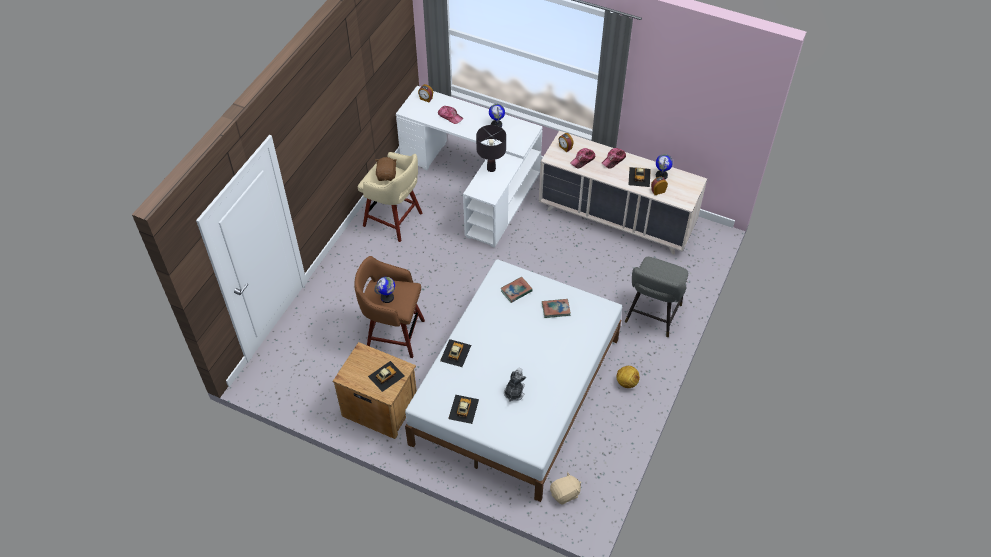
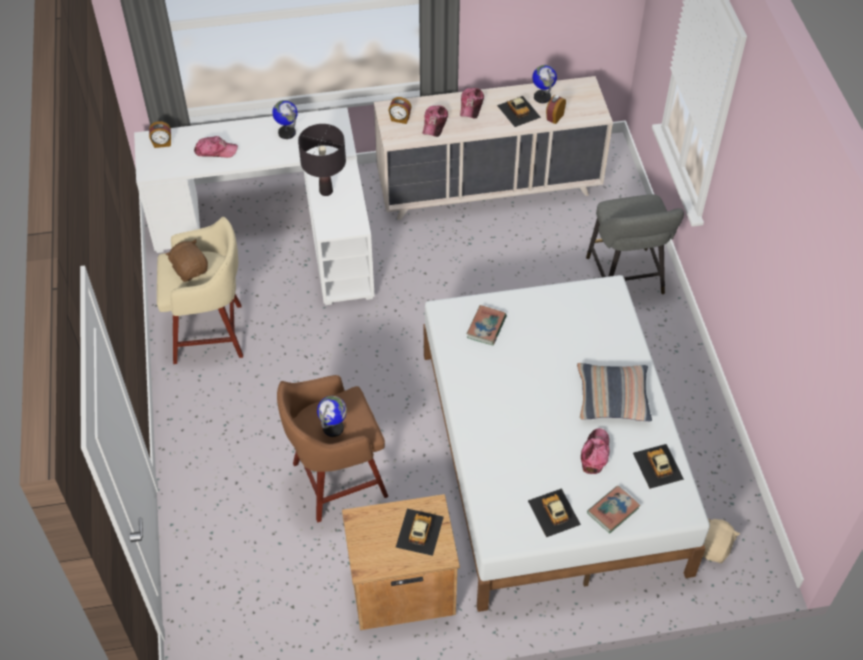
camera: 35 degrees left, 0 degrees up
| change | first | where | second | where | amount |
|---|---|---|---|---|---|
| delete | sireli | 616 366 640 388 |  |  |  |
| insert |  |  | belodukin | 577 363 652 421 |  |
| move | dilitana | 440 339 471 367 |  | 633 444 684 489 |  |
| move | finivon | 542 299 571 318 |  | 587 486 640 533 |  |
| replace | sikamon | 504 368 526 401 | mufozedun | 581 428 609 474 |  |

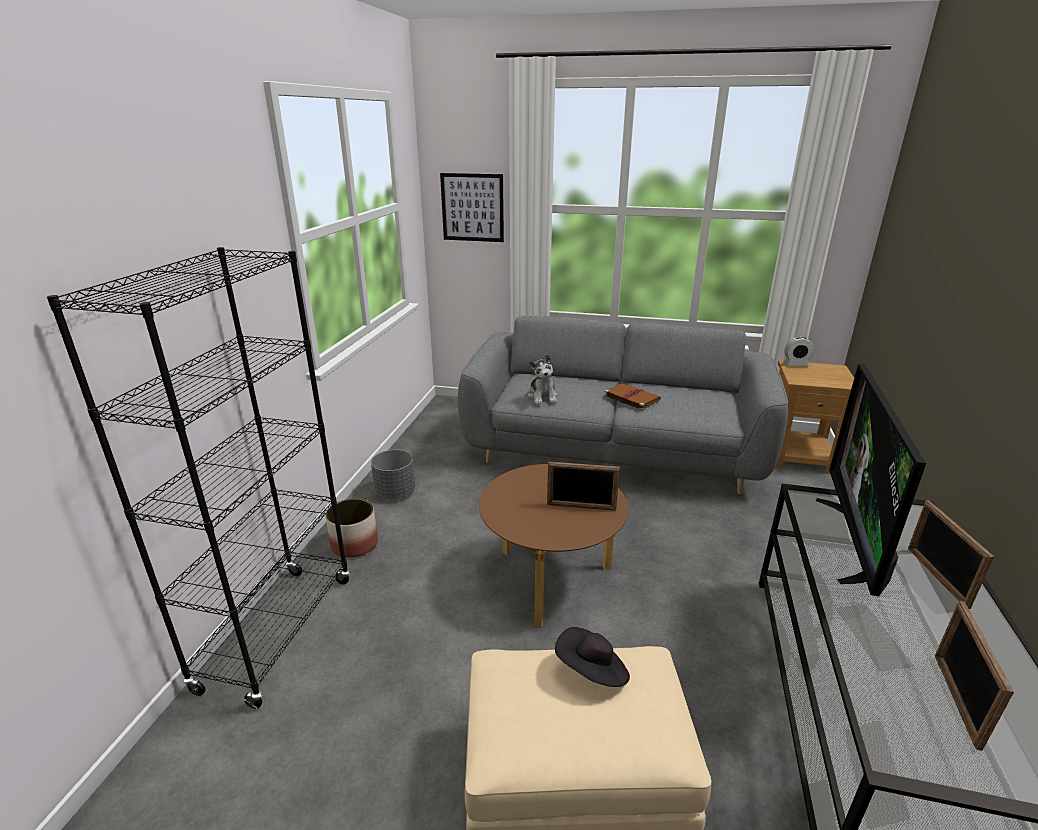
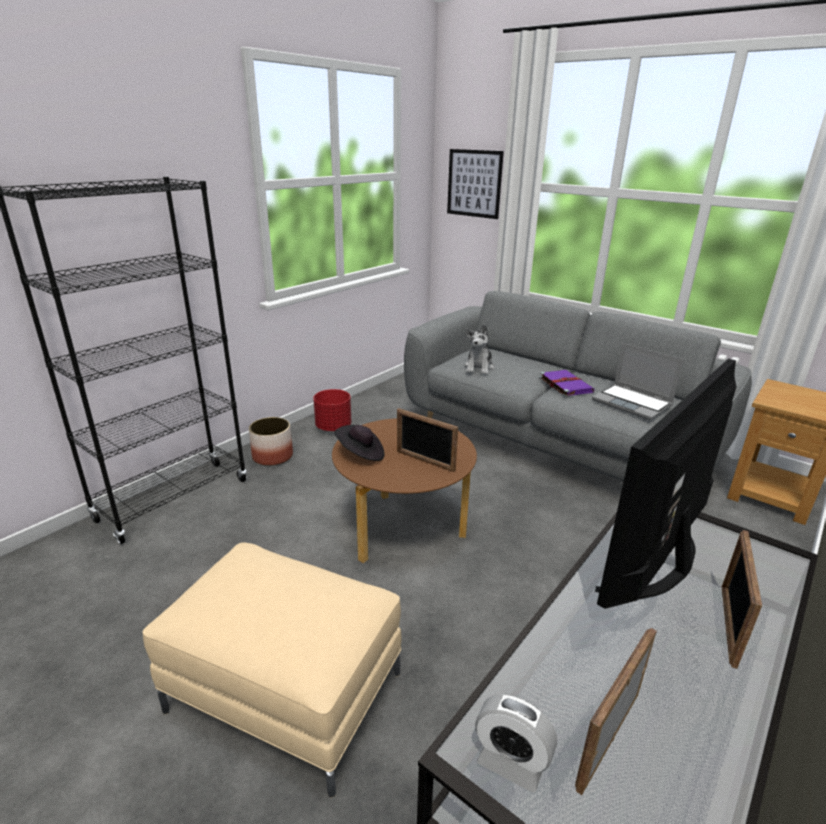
camera: 25 degrees right, 0 degrees up
| change | first | where | second | where | amount |
|---|---|---|---|---|---|
| insert |  |  | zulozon | 592 343 684 420 |  |
| move | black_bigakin | 555 627 630 687 |  | 334 425 384 461 |  |
| move | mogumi | 784 337 814 366 |  | 475 694 557 793 |  |
| recolor | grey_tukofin | 371 450 415 499 | red_tukofin | 313 389 351 431 |  |
| recolor | brown_finivon | 604 383 661 410 | purple_finivon | 539 370 594 397 |  |

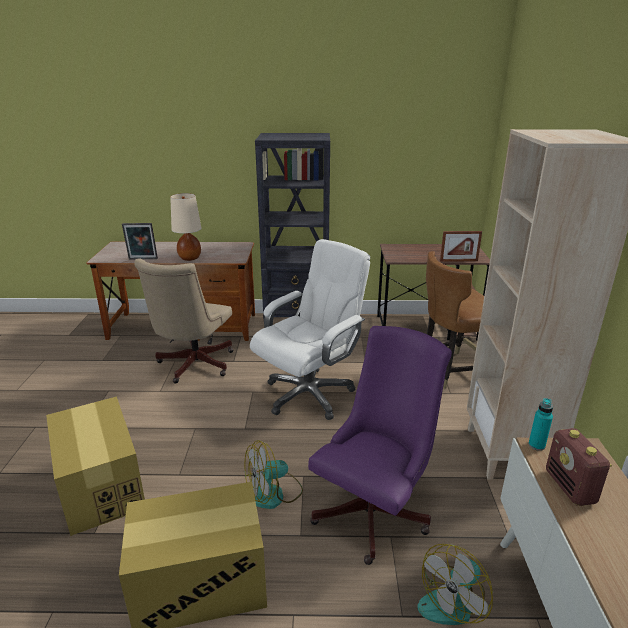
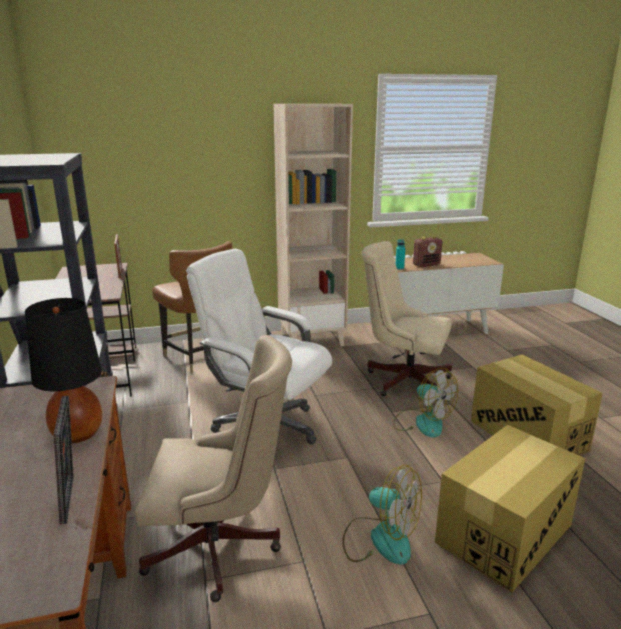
camera: 105 degrees left, 5 degrees down
| change | first | where | second | where | amount |
|---|---|---|---|---|---|
| move | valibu | 417 544 493 625 |  | 342 465 422 565 |  |
| recolor | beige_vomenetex | 170 193 201 261 | black_vomenetex | 25 298 102 443 |  |
| recolor | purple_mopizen | 308 326 452 565 | beige_mopizen | 362 241 452 401 |  |

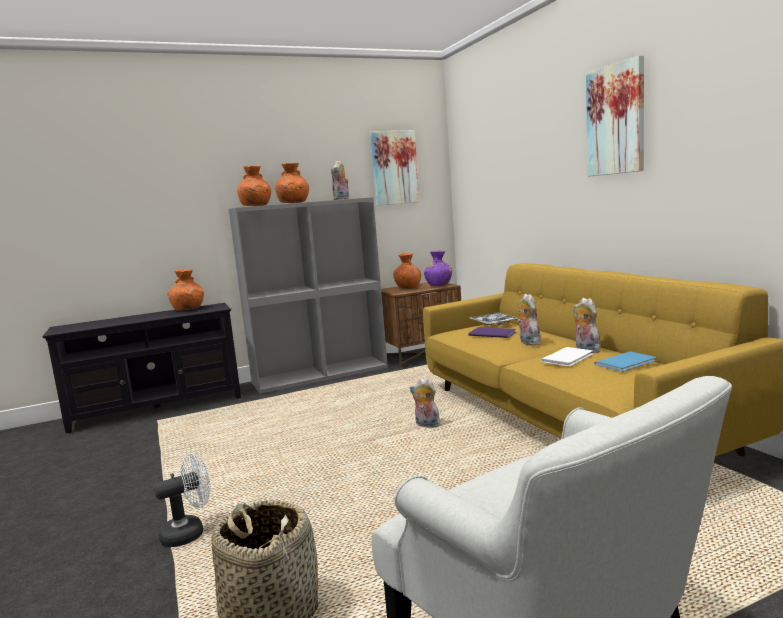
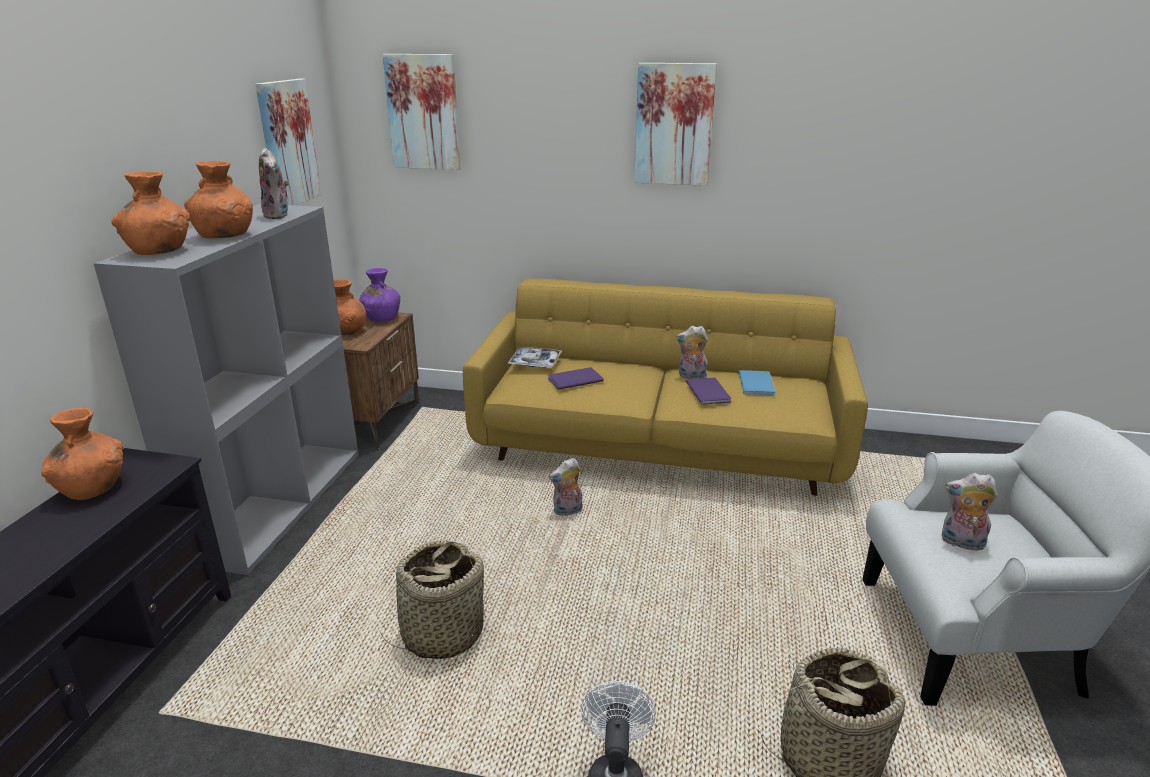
camera: 55 degrees left, 15 degrees up
| change | first | where | second | where | amount |
|---|---|---|---|---|---|
| insert |  |  | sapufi | 378 540 488 659 |  |
| insert |  |  | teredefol | 382 54 461 170 |  |
| move | sikamon | 517 294 541 346 |  | 942 473 997 551 |  |
| recolor | white_finivon | 541 347 593 366 | purple_finivon | 686 378 732 405 |  |

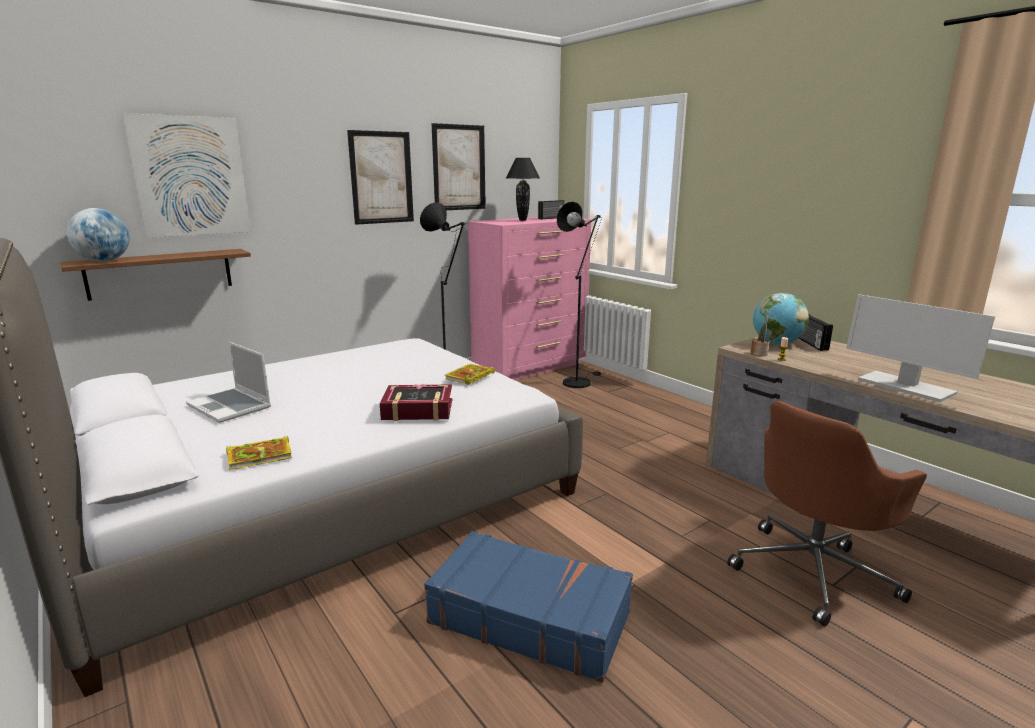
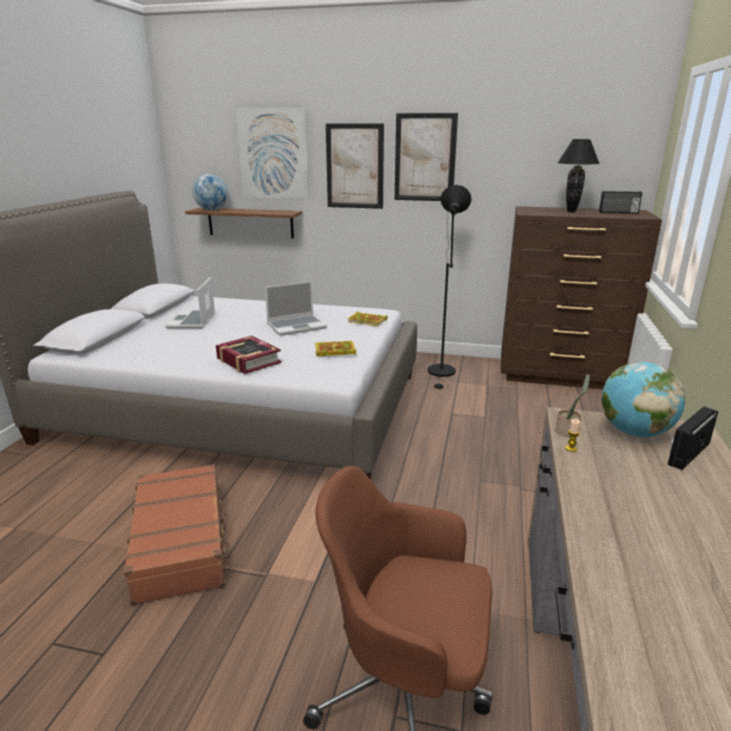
camera: 50 degrees right, 5 degrees up
| change | first | where | second | where | amount |
|---|---|---|---|---|---|
| delete | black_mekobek | 557 202 602 388 |  |  |  |
| delete | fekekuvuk | 846 294 995 402 |  |  |  |
| insert |  |  | zulozon | 265 281 327 336 |  |
| move | finivon | 226 436 292 470 |  | 348 312 388 326 |  |
| move | teredefol | 431 123 486 210 |  | 326 123 384 209 |  |
| recolor | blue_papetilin | 424 531 633 683 | brown_papetilin | 124 464 231 606 |  |
| recolor | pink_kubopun | 468 217 591 380 | brown_kubopun | 501 206 662 389 |  |

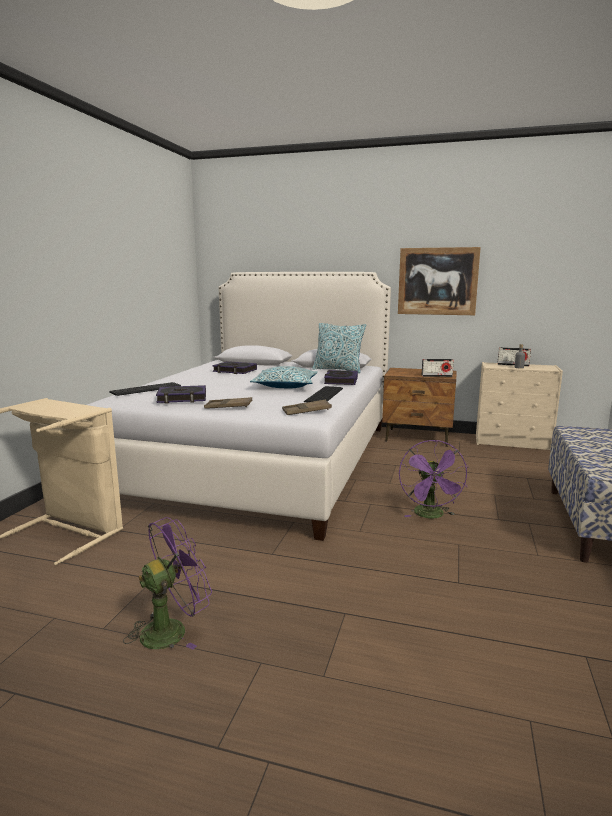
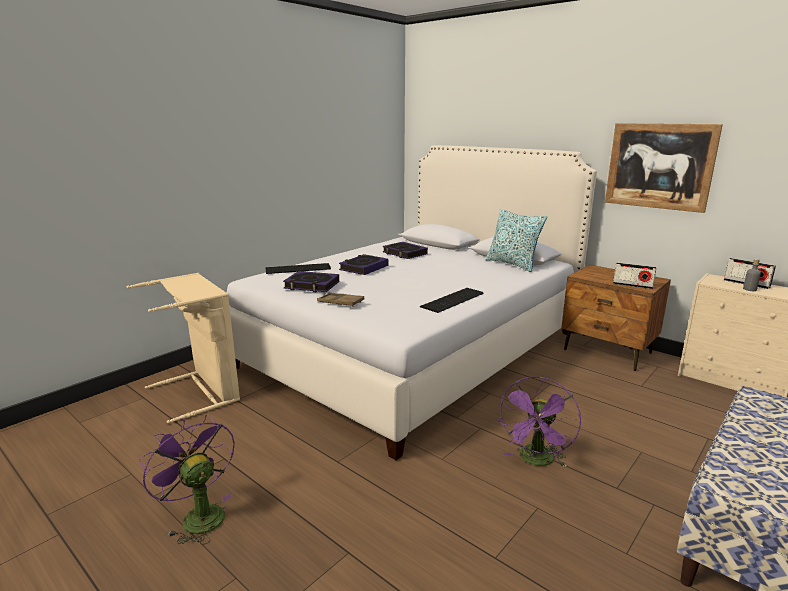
camera: 25 degrees right, 5 degrees up
| change | first | where | second | where | amount |
|---|---|---|---|---|---|
| delete | belodukin | 250 366 318 388 |  |  |  |
| delete | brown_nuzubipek | 282 400 332 415 |  |  |  |
| move | finivon | 324 370 358 385 |  | 339 254 389 275 |  |
| rotate | purple_valibu | 123 517 212 650 |  | 139 415 235 545 | 120 degrees counterclockwise |

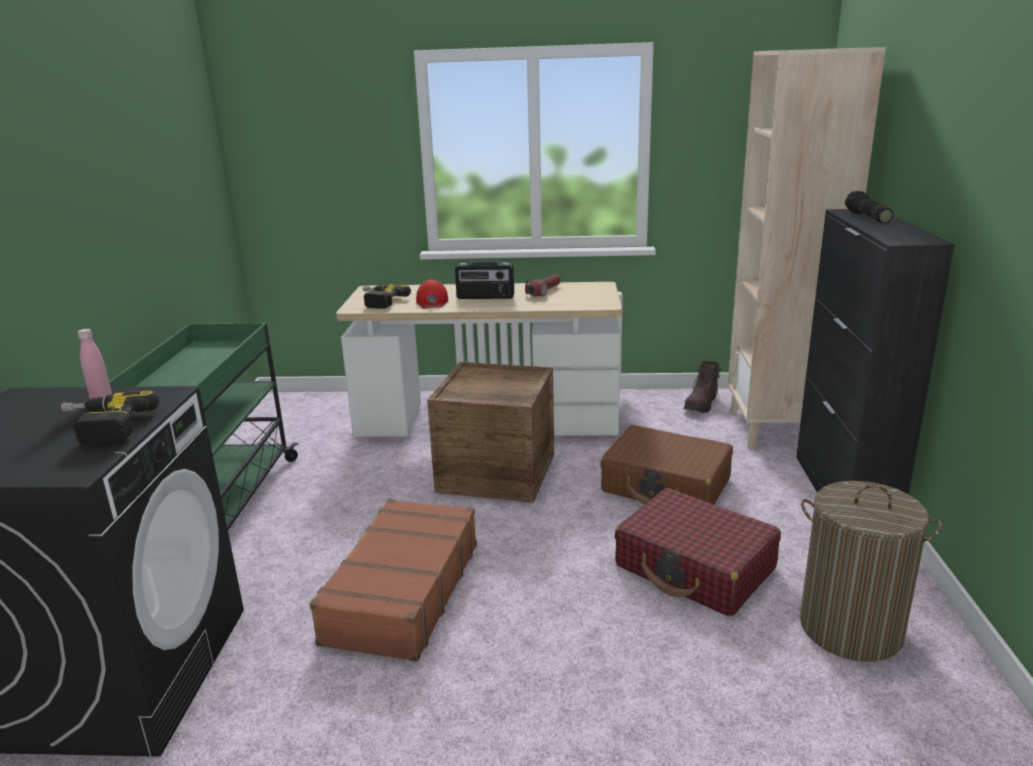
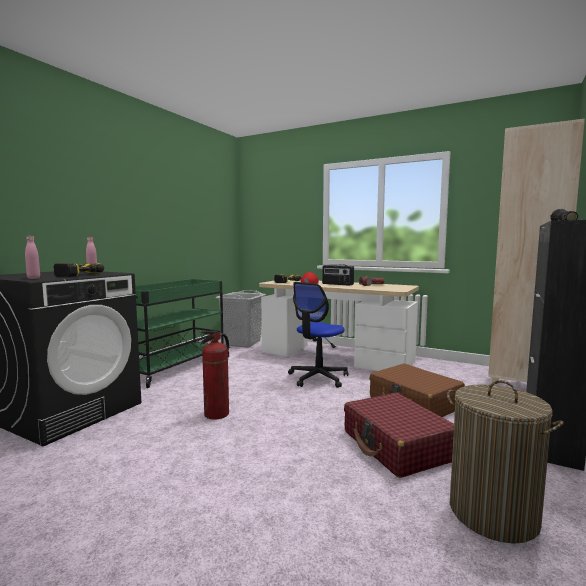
camera: 25 degrees right, 15 degrees down
| change | first | where | second | where | amount |
|---|---|---|---|---|---|
| delete | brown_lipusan | 684 361 721 413 |  |  |  |
| insert |  |  | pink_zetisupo | 25 236 40 279 |  |
| insert |  |  | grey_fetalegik | 215 290 266 347 |  |
| replace | brown_papetilin | 310 499 477 662 | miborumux | 201 331 229 420 |  |
| replace | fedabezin | 427 362 554 503 | mopizen | 288 282 348 388 |  |

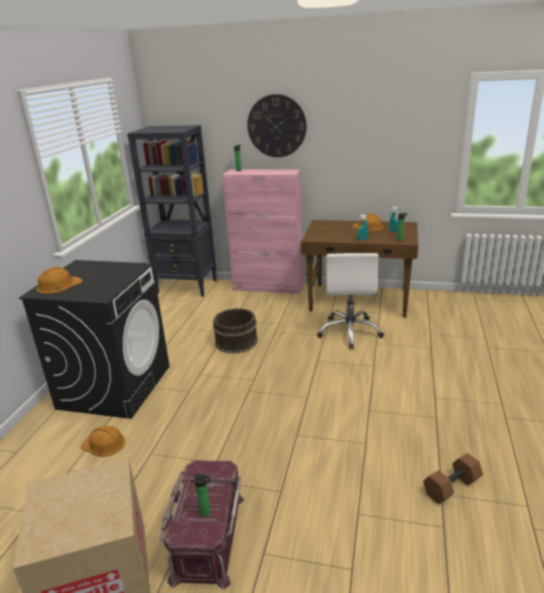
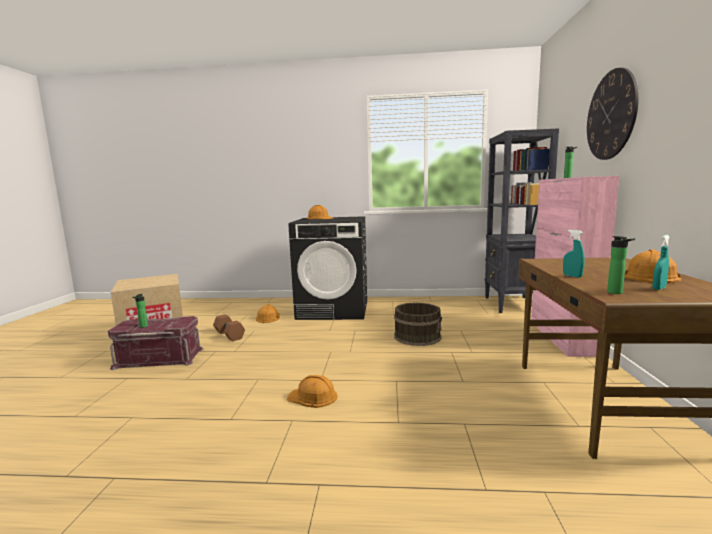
camera: 80 degrees right, 15 degrees down
| change | first | where | second | where | amount |
|---|---|---|---|---|---|
| delete | white_mopizen | 317 253 384 349 |  |  |  |
| insert |  |  | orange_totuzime | 287 375 337 408 |  |
| move | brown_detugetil | 423 453 483 504 |  | 213 314 245 341 |  |

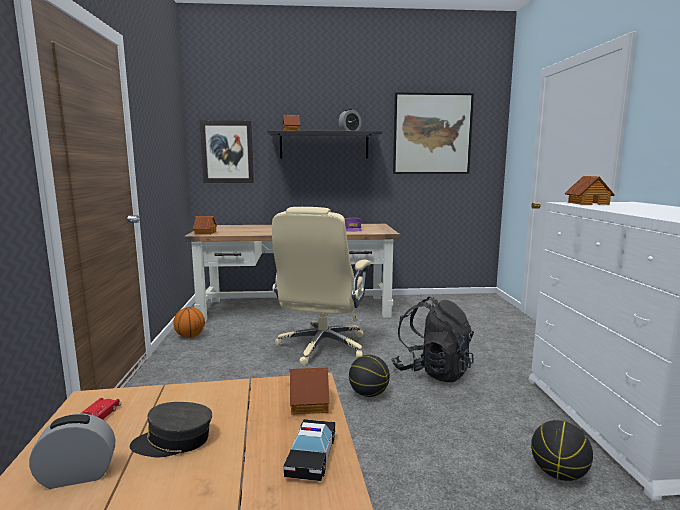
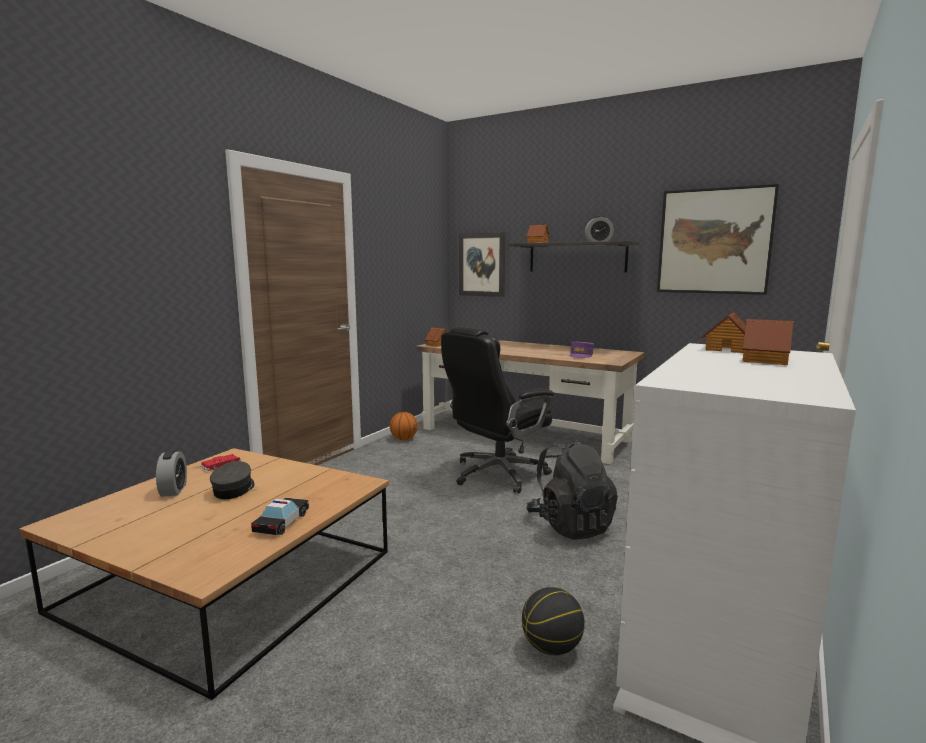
camera: 35 degrees right, 0 degrees up
| change | first | where | second | where | amount |
|---|---|---|---|---|---|
| delete | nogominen | 349 355 390 397 |  |  |  |
| move | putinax | 289 368 329 415 |  | 743 319 794 365 |  |
| recolor | beige_mopizen | 272 207 371 365 | black_mopizen | 441 326 554 493 |  |
| rotate | mogumi | 29 414 115 489 |  | 156 450 187 497 | 60 degrees clockwise |
| rotate | grey_mufozedun | 130 402 212 457 |  | 210 461 255 499 | 60 degrees clockwise |
| rotate | dilitana | 284 419 335 481 |  | 251 498 309 535 | 150 degrees clockwise |

